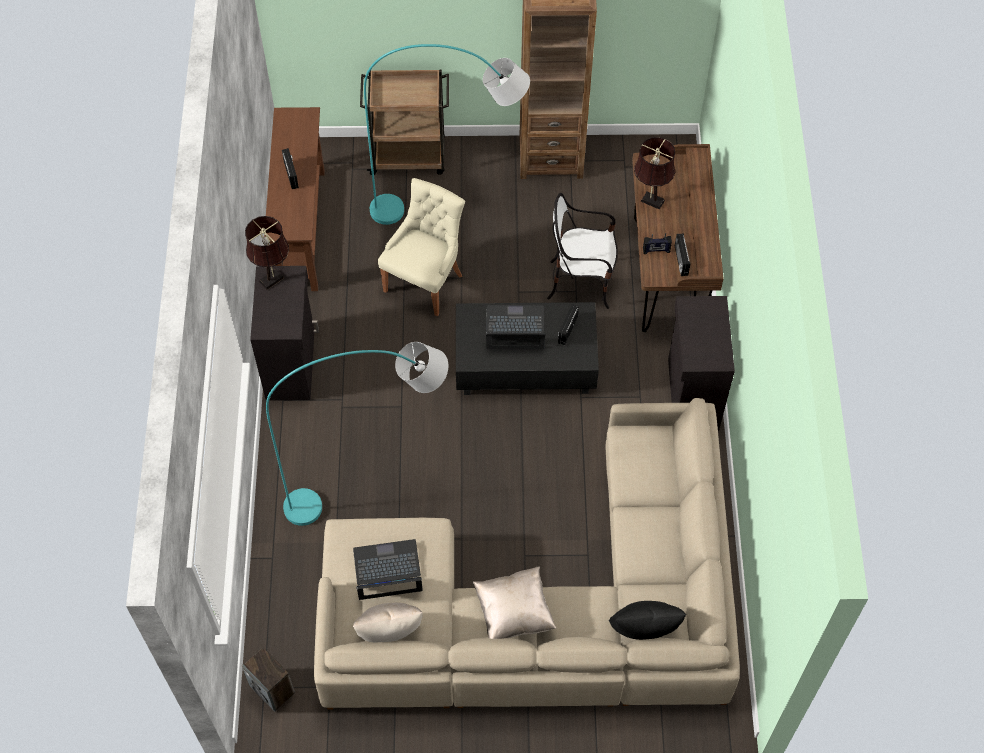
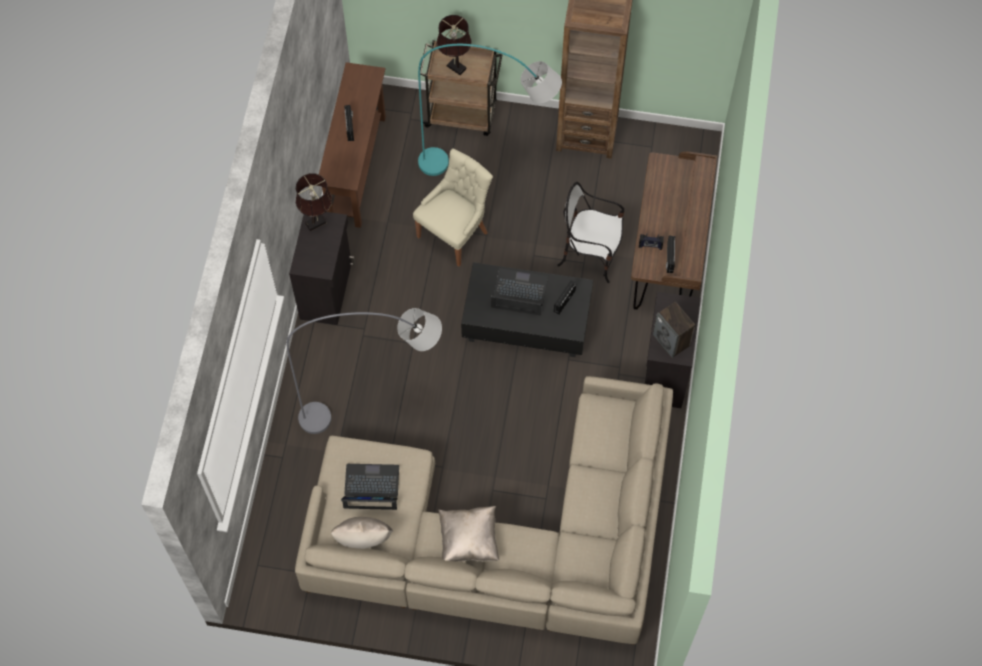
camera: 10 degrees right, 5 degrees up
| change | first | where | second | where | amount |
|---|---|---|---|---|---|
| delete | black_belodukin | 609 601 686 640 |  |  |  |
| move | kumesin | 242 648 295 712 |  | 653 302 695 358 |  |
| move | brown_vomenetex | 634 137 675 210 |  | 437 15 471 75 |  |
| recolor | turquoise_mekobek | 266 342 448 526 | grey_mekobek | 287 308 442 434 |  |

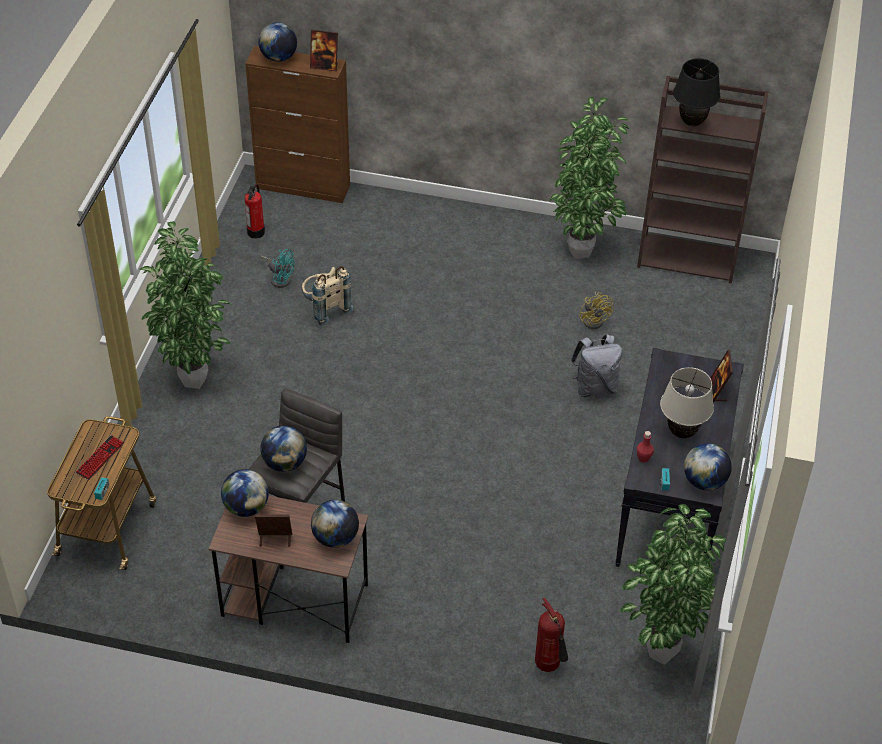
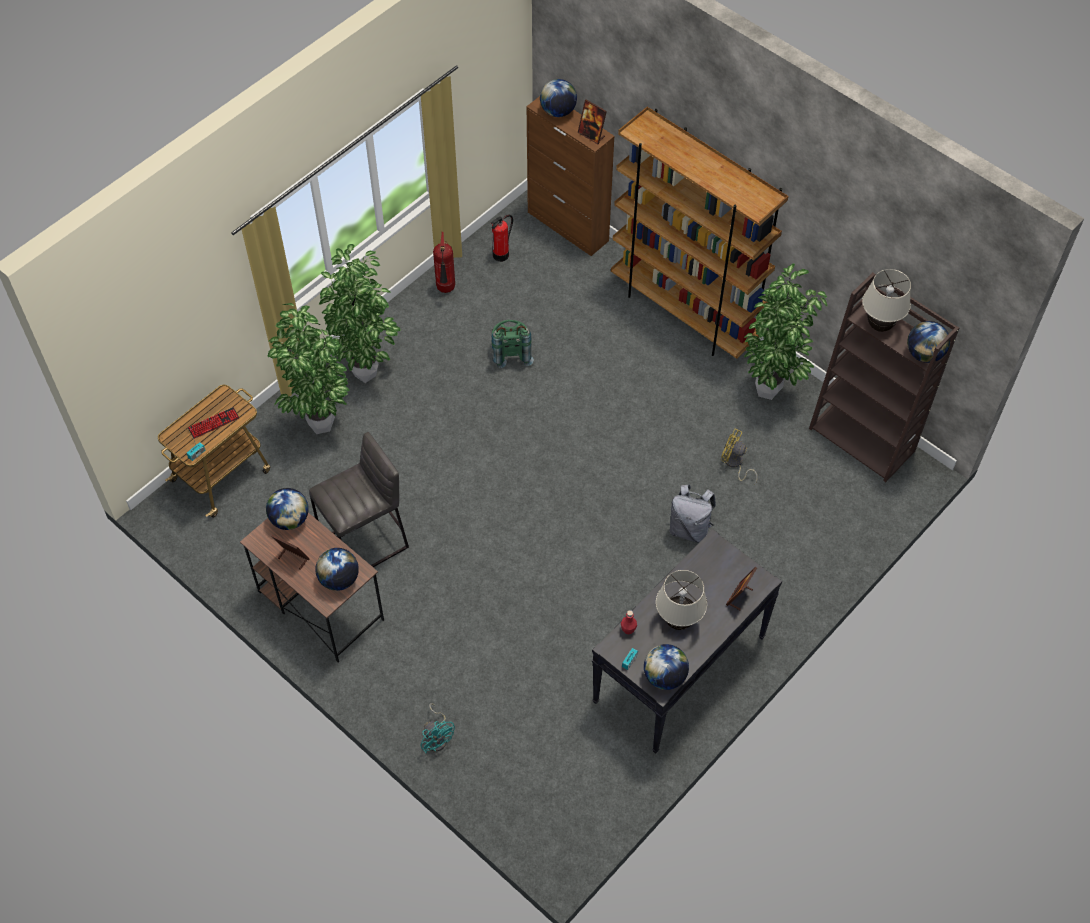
camera: 30 degrees right, 10 degrees up
| change | first | where | second | where | amount |
|---|---|---|---|---|---|
| insert |  |  | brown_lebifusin | 611 107 789 359 |  |
| move | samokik | 260 425 307 472 |  | 907 321 950 363 |  |
| move | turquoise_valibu | 261 249 295 288 |  | 420 703 455 753 |  |
| move | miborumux | 535 598 568 672 |  | 433 232 455 293 |  |
| move | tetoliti | 620 504 726 665 |  | 268 303 349 434 |  |
| recolor | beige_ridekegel | 301 266 353 326 | green_ridekegel | 491 320 534 368 |  |
| recolor | black_vomenetex | 673 58 720 126 | beige_vomenetex | 862 269 911 332 |  |
| rotate | yellow_valibu | 579 291 614 329 |  | 721 428 758 485 | 105 degrees clockwise |

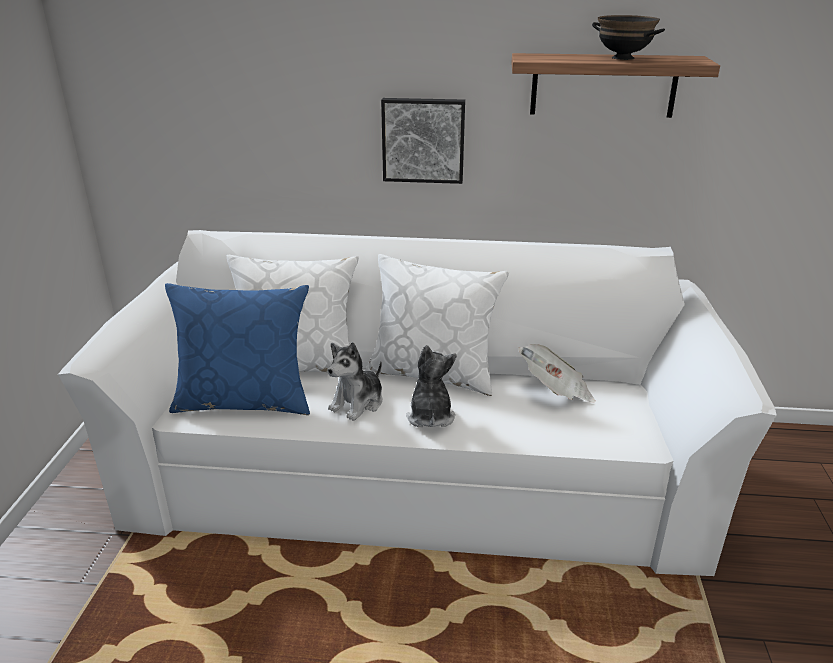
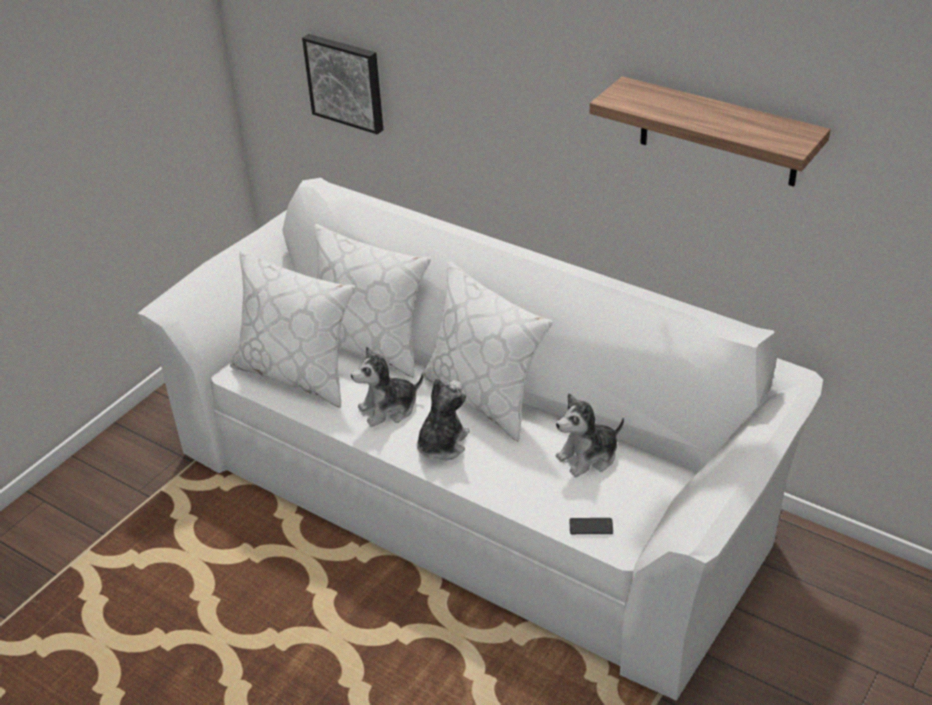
camera: 30 degrees right, 10 degrees up
| change | first | where | second | where | amount |
|---|---|---|---|---|---|
| delete | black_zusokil | 592 15 665 60 |  |  |  |
| insert |  |  | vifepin | 569 518 613 534 |  |
| move | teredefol | 381 98 465 184 |  | 302 34 383 134 |  |
| replace | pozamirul | 518 344 596 402 | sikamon | 556 393 624 477 |  |
| recolor | blue_belodukin | 165 283 310 415 | white_belodukin | 230 250 355 407 |  |

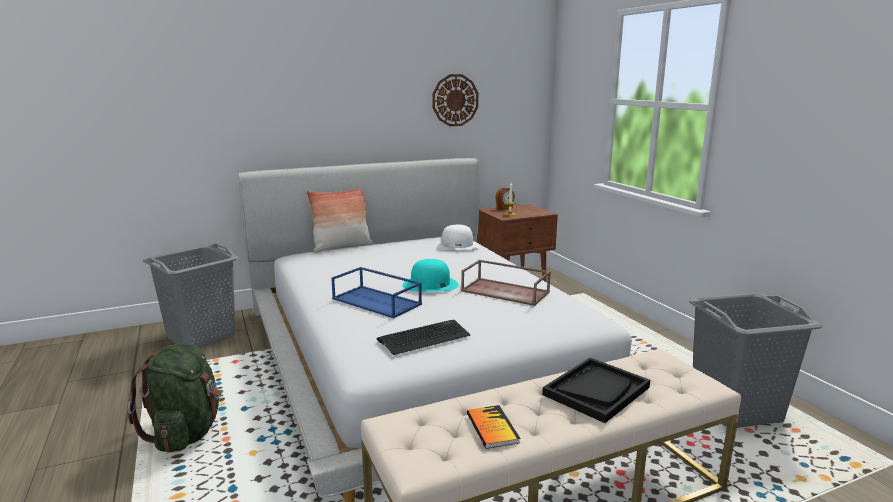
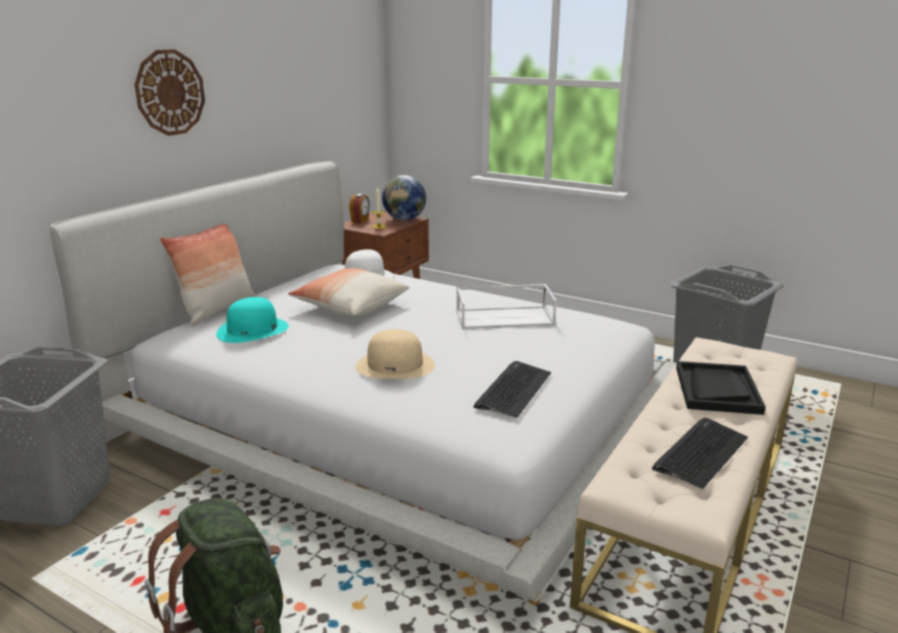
camera: 35 degrees left, 5 degrees up
| change | first | where | second | where | amount |
|---|---|---|---|---|---|
| insert |  |  | belodukin | 288 268 409 316 |  |
| insert |  |  | samokik | 382 175 426 221 |  |
| move | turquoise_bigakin | 402 259 459 292 |  | 216 297 289 343 |  |
| move | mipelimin | 432 74 479 126 |  | 134 49 205 136 |  |
| replace | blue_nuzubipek | 331 267 422 318 | beige_bigakin | 355 329 435 379 |  |
| replace | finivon | 467 405 520 449 | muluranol | 652 418 748 489 |  |
| recolor | brown_nuzubipek | 461 260 551 306 | white_nuzubipek | 456 284 557 329 |  |

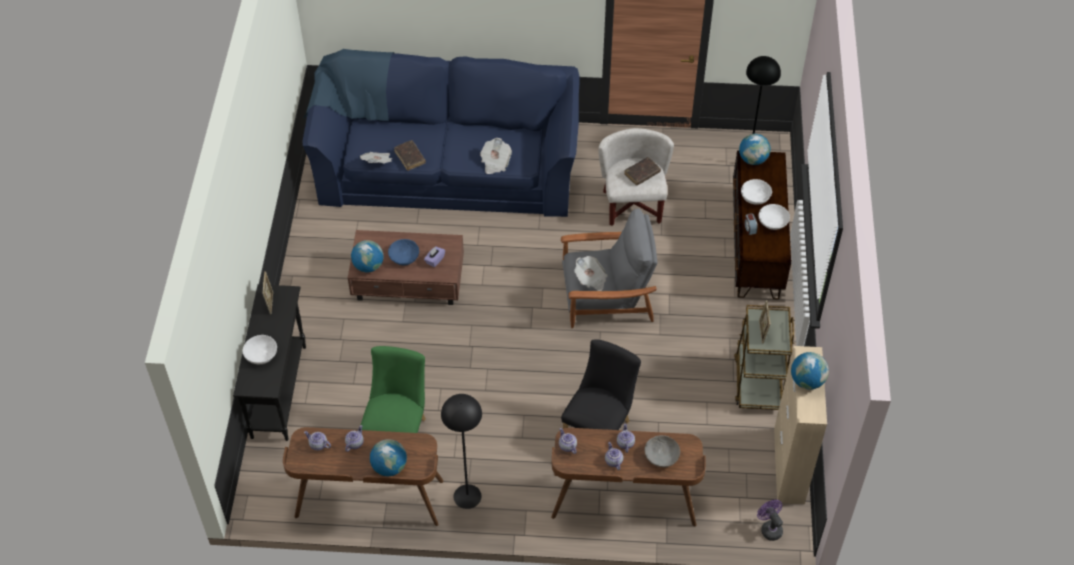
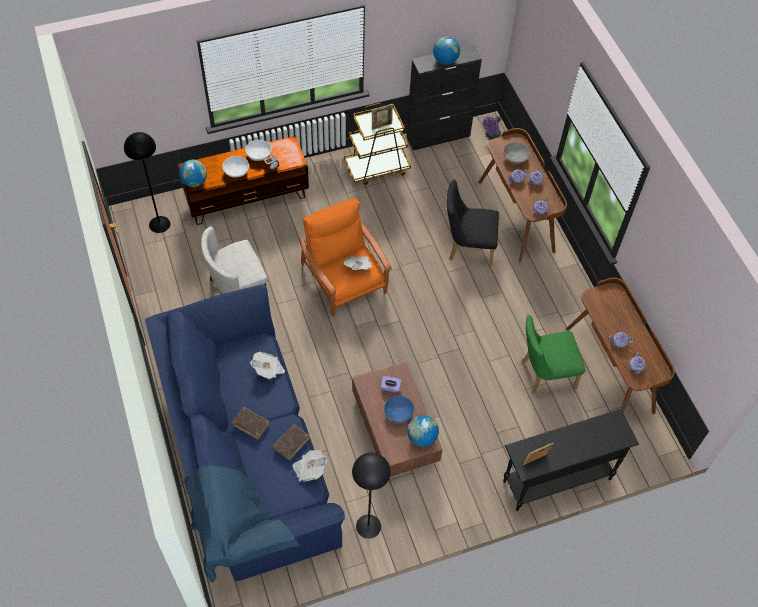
camera: 115 degrees left, 5 degrees up
| change | first | where | second | where | amount |
|---|---|---|---|---|---|
| delete | white_zusokil | 243 335 277 364 |  |  |  |
| delete | samokik | 370 439 407 476 |  |  |  |
| move | black_mekobek | 441 394 482 509 |  | 352 453 391 539 |  |
| move | brown_finivon | 624 157 661 185 |  | 232 407 270 440 |  |
| recolor | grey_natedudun | 561 209 657 328 | orange_natedudun | 300 198 392 317 |  |
| recolor | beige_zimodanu | 774 346 827 504 | black_zimodanu | 406 45 482 150 |  |

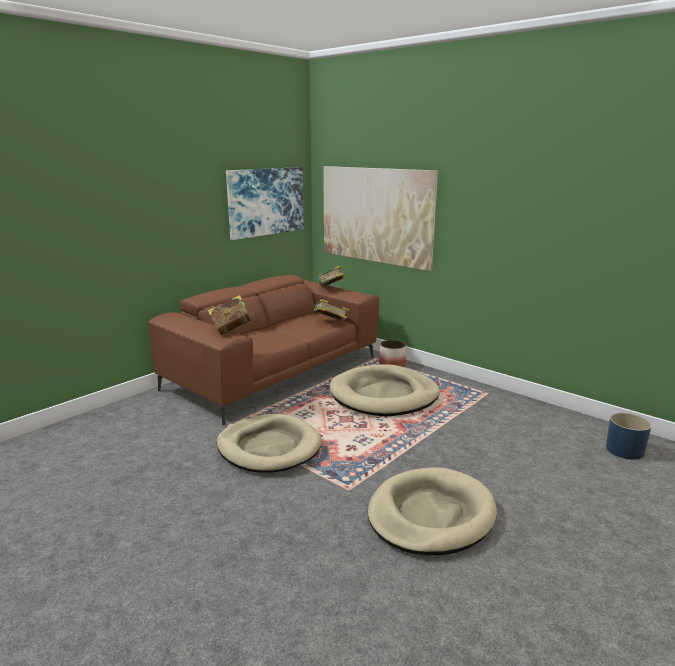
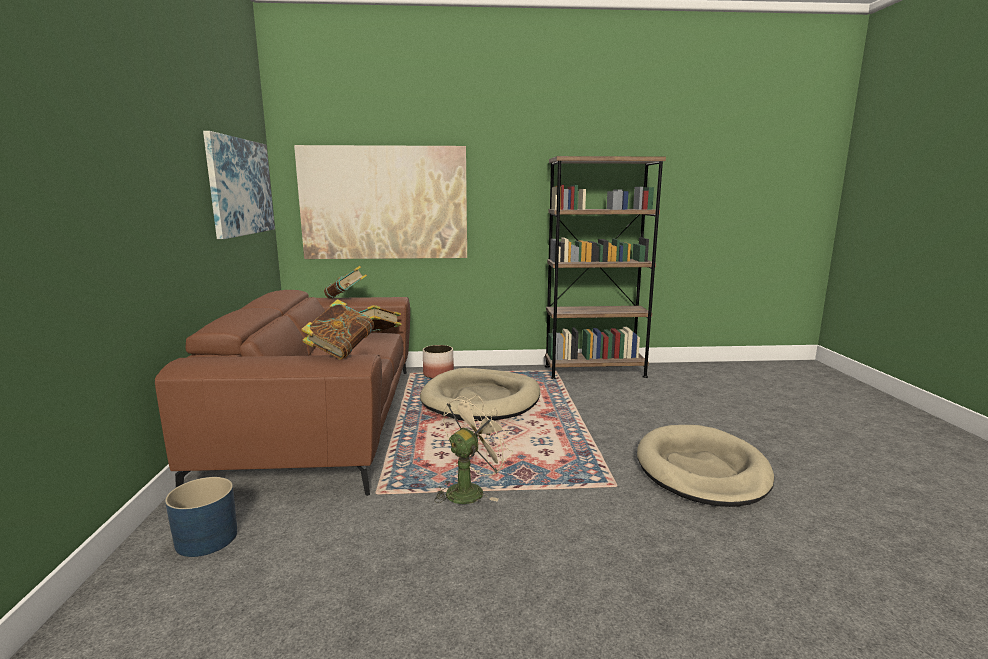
camera: 45 degrees left, 5 degrees down
| change | first | where | second | where | amount |
|---|---|---|---|---|---|
| insert |  |  | brown_lebifusin | 545 156 666 379 |  |
| move | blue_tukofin | 606 413 651 460 |  | 165 477 237 557 |  |
| replace | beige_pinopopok | 216 414 322 473 | beige_valibu | 434 395 513 504 |  |

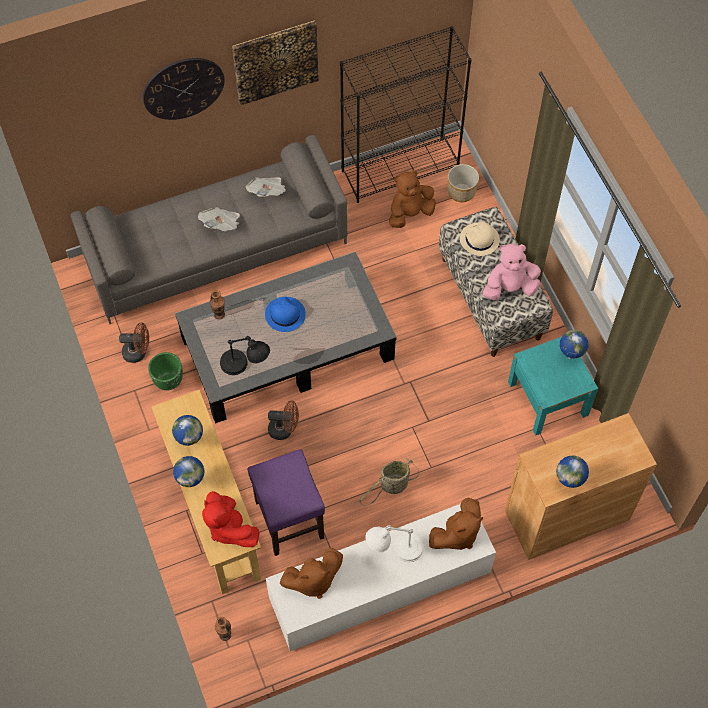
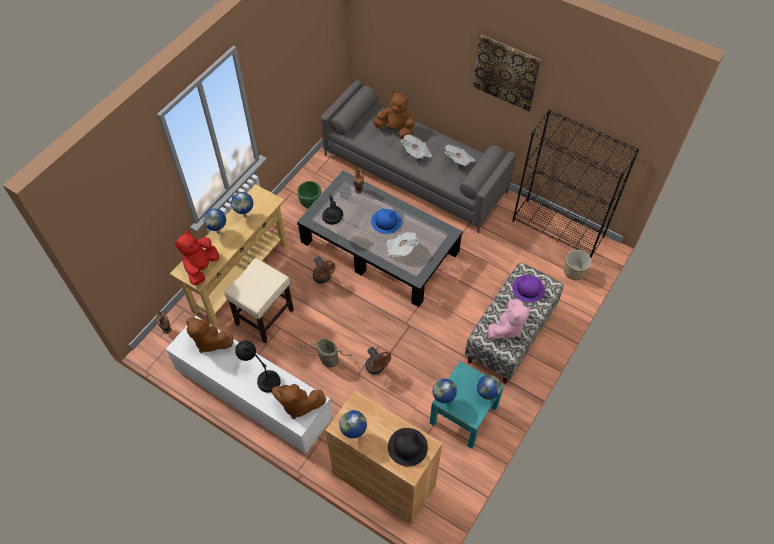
camera: 55 degrees right, 5 degrees down
| change | first | where | second | where | amount |
|---|---|---|---|---|---|
| delete | mipelimin | 143 58 225 120 |  |  |  |
| insert |  |  | pozamirul | 387 232 418 257 |  |
| insert |  |  | black_bigakin | 388 428 428 467 |  |
| insert |  |  | samokik | 432 379 457 403 |  |
| move | brown_valibu | 119 323 149 363 |  | 365 347 391 375 |  |
| move | brown_sikamon | 389 170 436 228 |  | 373 91 415 139 |  |
| recolor | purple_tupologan | 247 449 325 556 | beige_tupologan | 224 258 294 343 |  |
| recolor | white_vomenetex | 365 525 424 562 | black_vomenetex | 235 341 281 393 |  |
| recolor | beige_bigakin | 460 222 500 256 | purple_bigakin | 512 275 545 303 |  |
| rotate | pink_sikamon | 482 244 541 300 |  | 488 299 531 339 | 90 degrees clockwise |

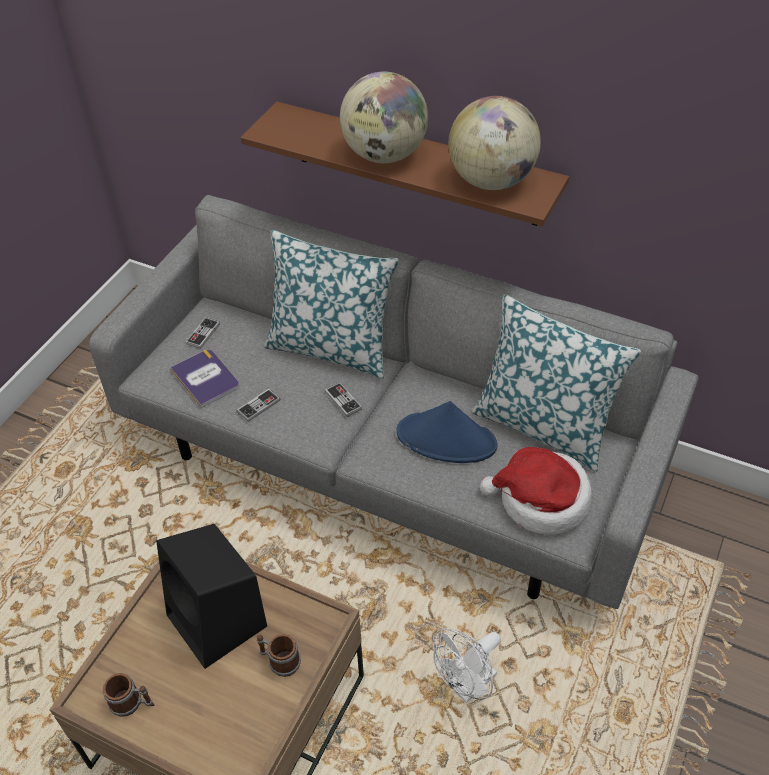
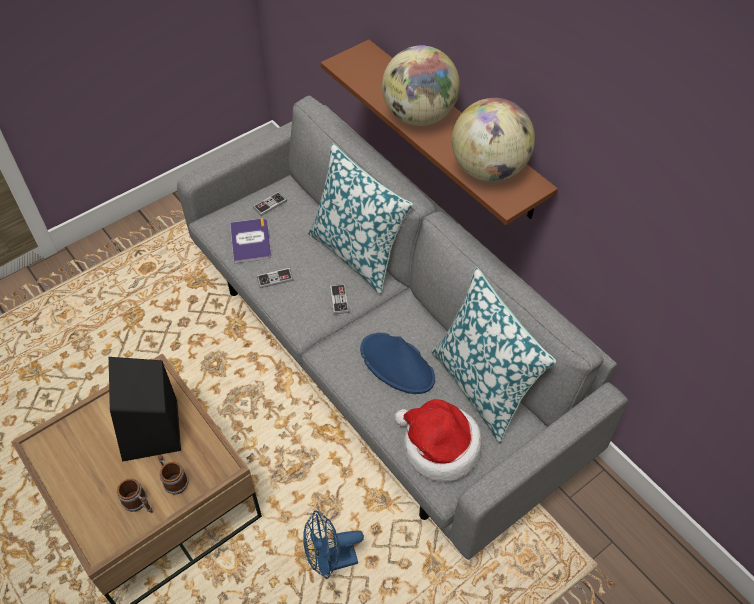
camera: 25 degrees right, 5 degrees up
| change | first | where | second | where | amount |
|---|---|---|---|---|---|
| move | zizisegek | 103 673 154 717 |  | 117 479 153 513 |  |
| recolor | white_valibu | 433 628 501 703 | blue_valibu | 303 510 364 579 |  |

